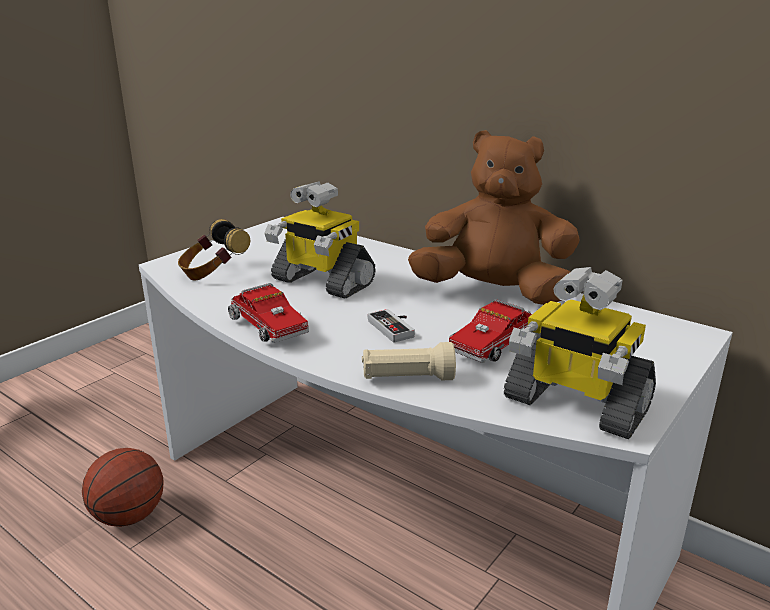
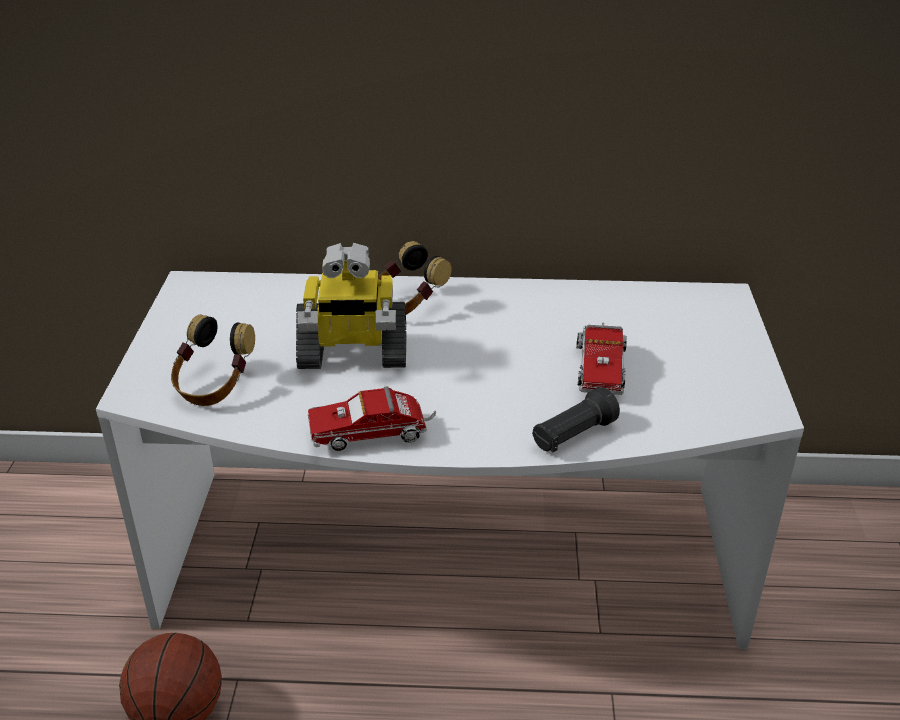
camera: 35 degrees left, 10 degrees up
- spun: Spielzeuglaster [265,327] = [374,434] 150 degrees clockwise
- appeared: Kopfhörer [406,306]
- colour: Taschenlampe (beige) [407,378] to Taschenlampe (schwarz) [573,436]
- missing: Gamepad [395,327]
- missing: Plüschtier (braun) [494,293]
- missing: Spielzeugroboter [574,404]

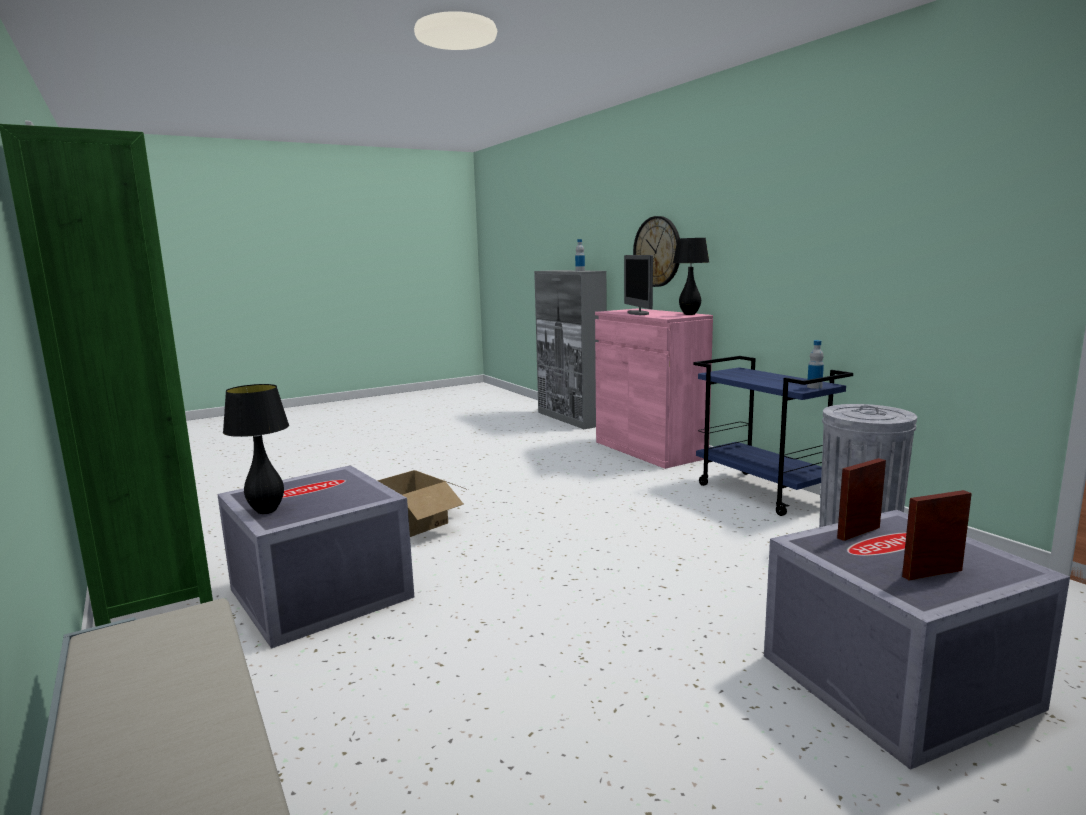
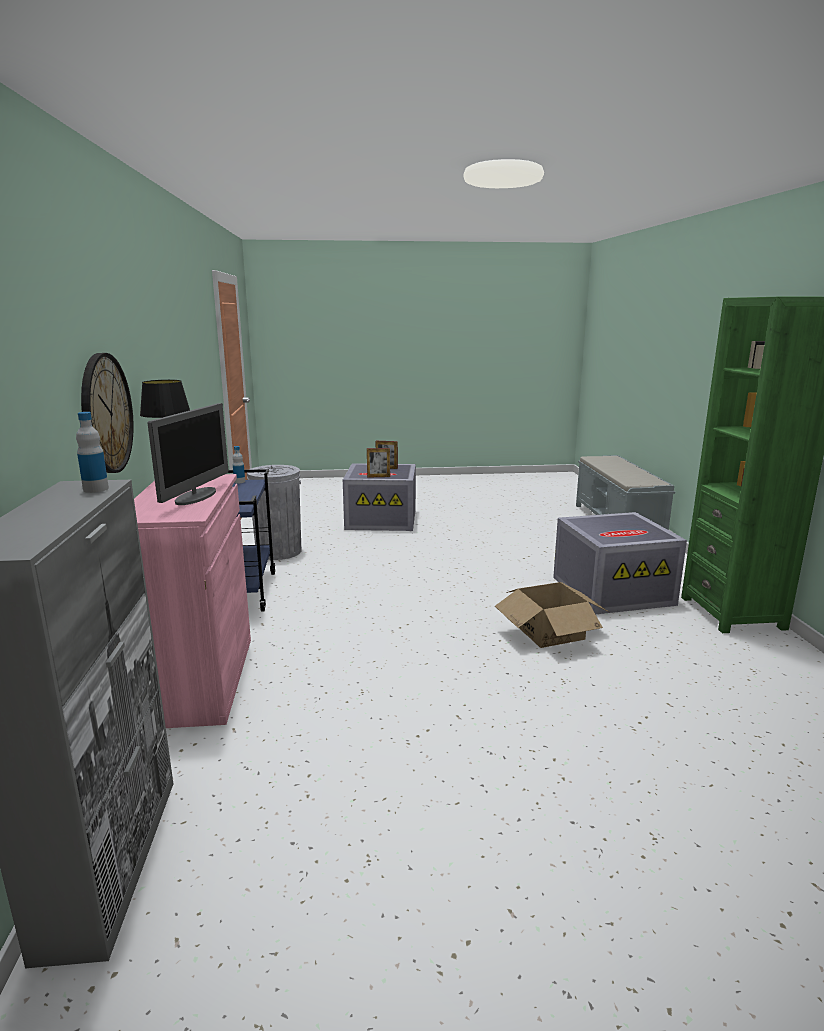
camera: 155 degrees left, 5 degrees up
- missing: Tischlampe (schwarz) [266,511]

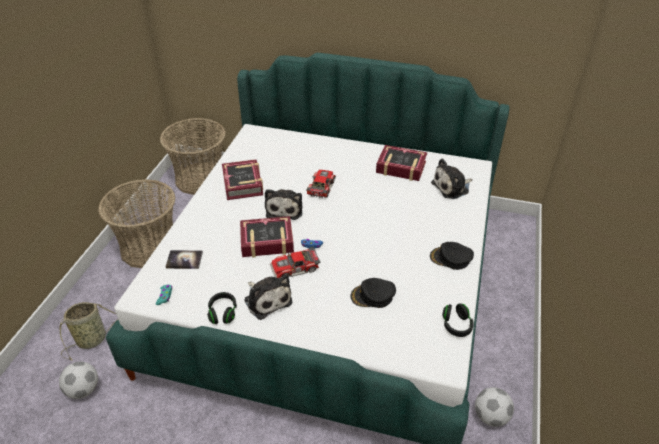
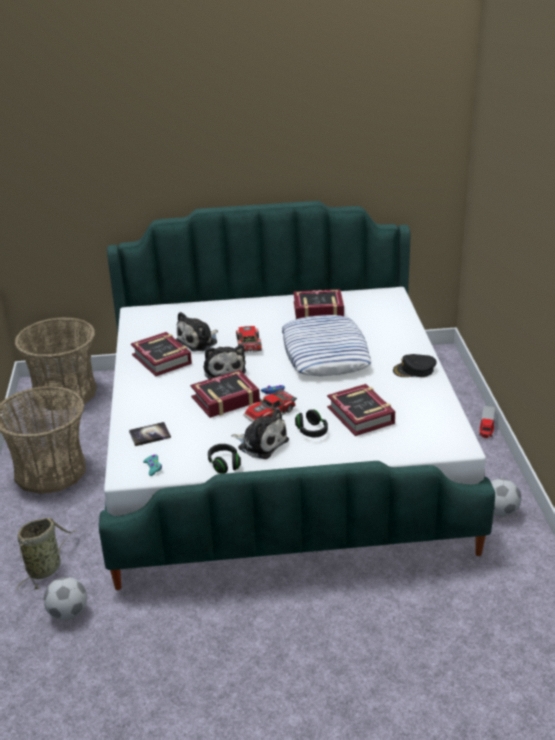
camera: 20 degrees left, 10 degrees down
- relocated: Plüschtier [452,187] to [198,341]
- appeared: Kissen [325,353]
- relocated: Kopfhörer (schwarz) [456,325] to [311,431]
- exchanged: Kappe (schwarz) [373,296] to Buch [361,415]
- appeared: Spielzeuglaster [487,428]

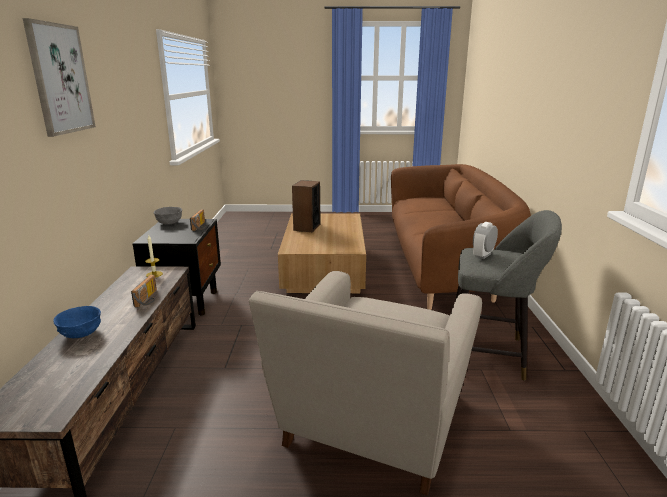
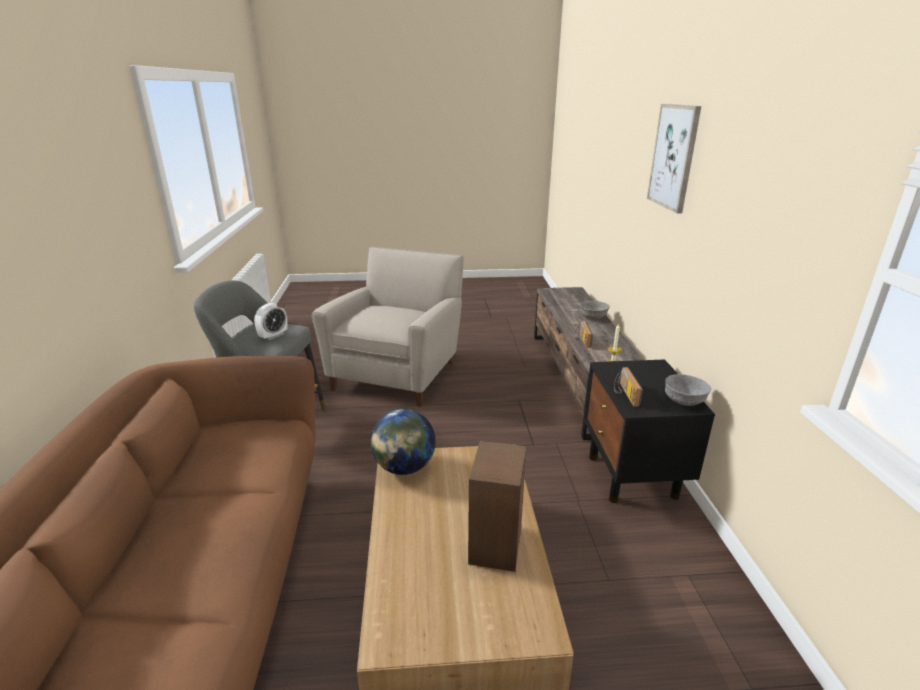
camera: 175 degrees right, 5 degrees up
- appeared: Globus [404,468]
- colour: Schüssel (blau) [81,333] to Schüssel (grau) [592,318]

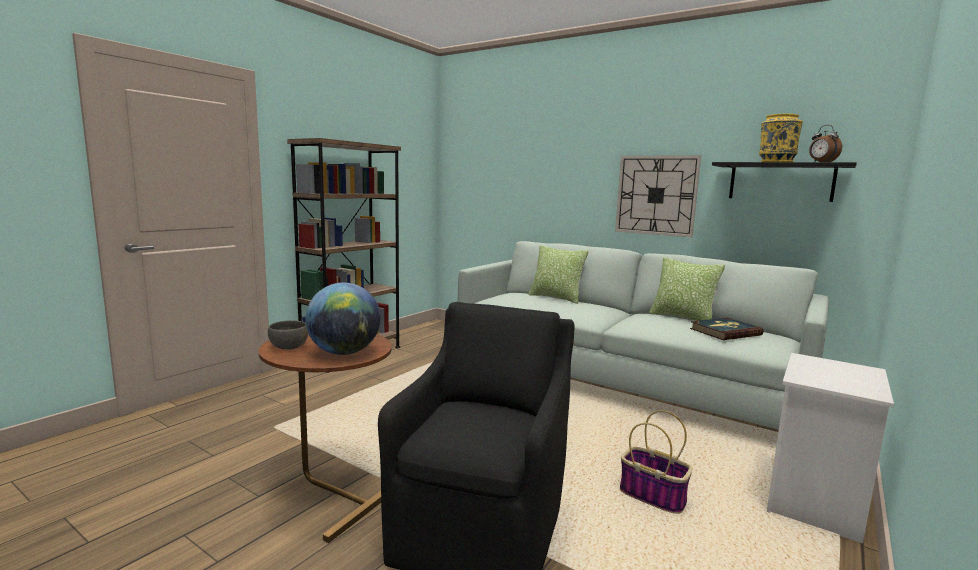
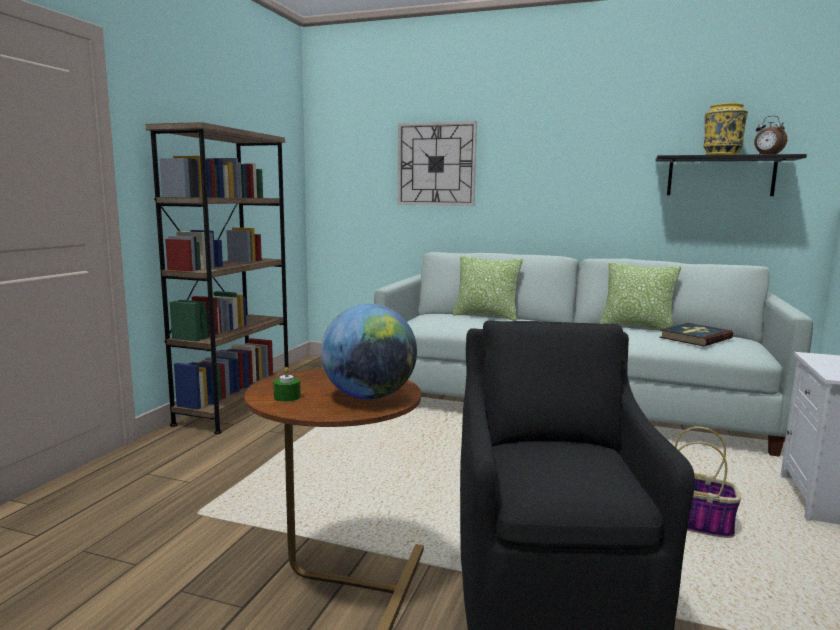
camera: 15 degrees left, 0 degrees up
- exchanged: Schüssel (grau) [289,347] to Kerze (grün) [287,397]
- relocated: Wanduhr [656,195] to [436,164]

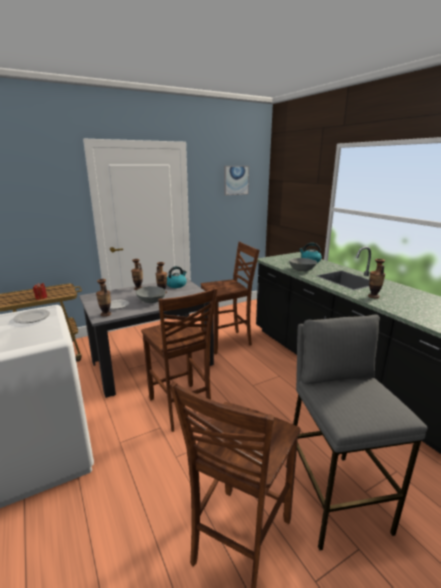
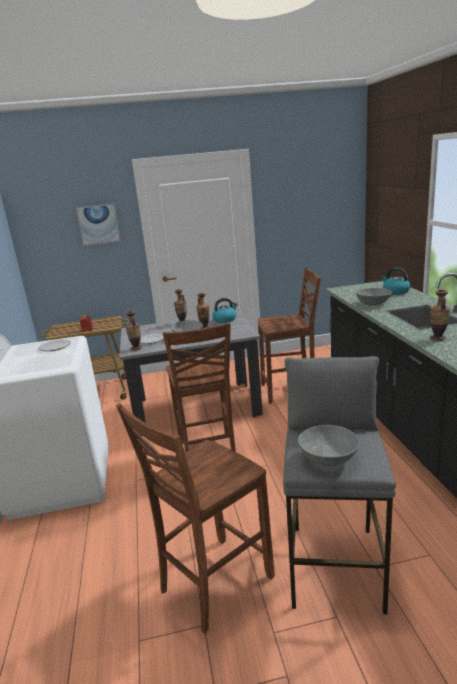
camera: 20 degrees right, 0 degrees up
- relocated: Bild [236,180] to [98,224]
- appeared: Schüssel (grau) [329,458]

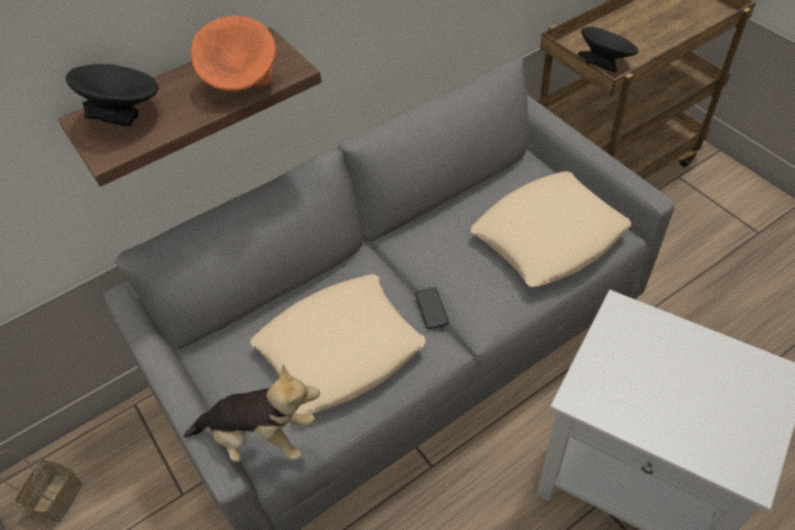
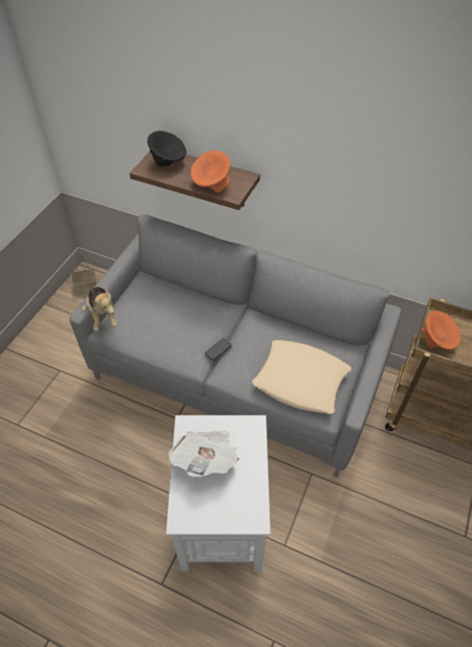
camera: 55 degrees right, 0 degrees up
- appeared: Zeitung [207,459]
- colour: Schüssel (schwarz) [603,65] to Schüssel (orange) [436,342]
- missing: Kissen (beige) [340,350]

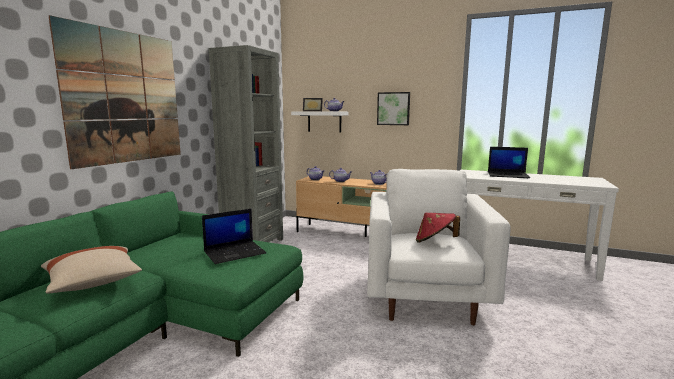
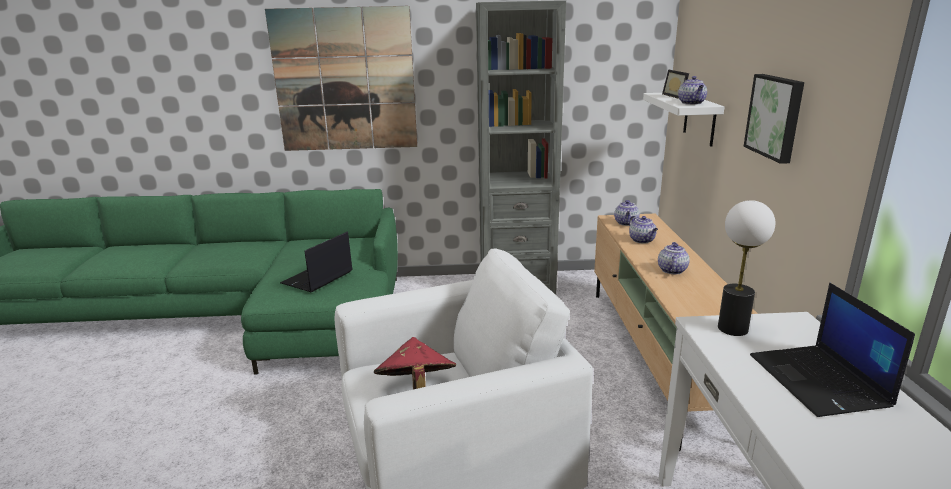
camera: 65 degrees right, 10 degrees up
- spun: Laptop [235,252] = [317,278] 90 degrees clockwise
- appeared: Tischlampe [732,329]
- missing: Kissen (beige) [93,283]

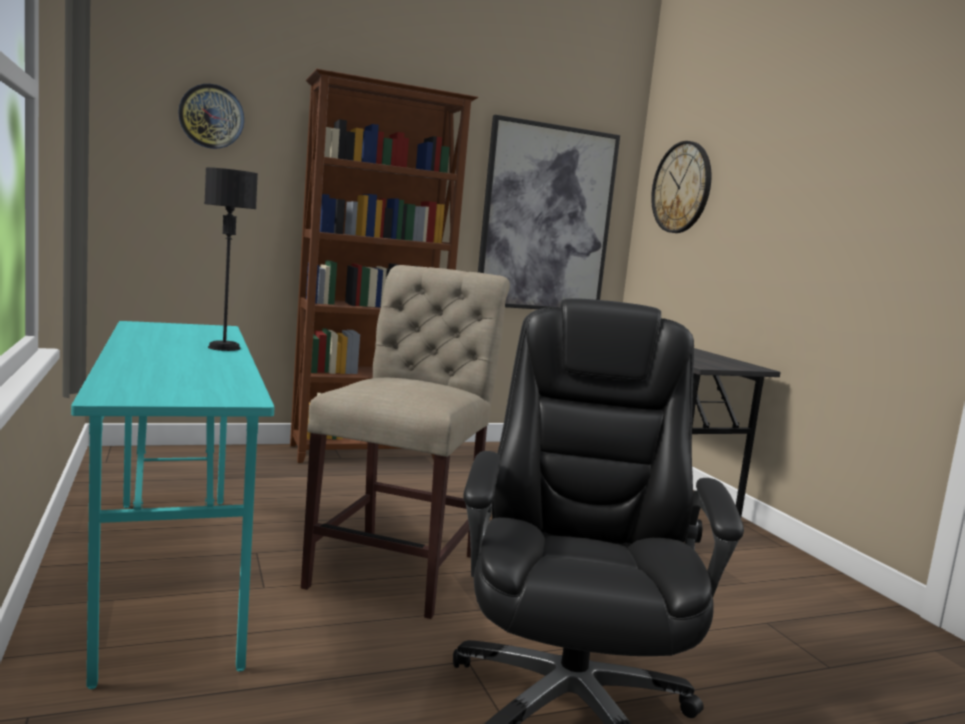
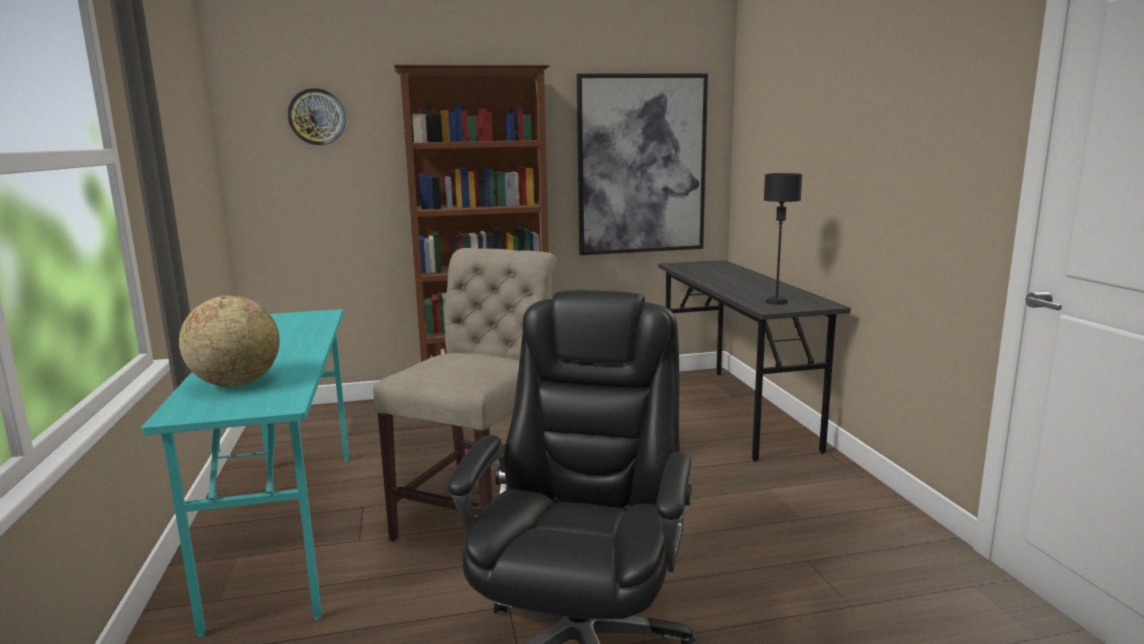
camera: 10 degrees right, 5 degrees up
- appeared: Globus [236,383]
- relocated: Tischlampe (schwarz) [223,348] to [776,302]
- missing: Wanduhr [681,187]

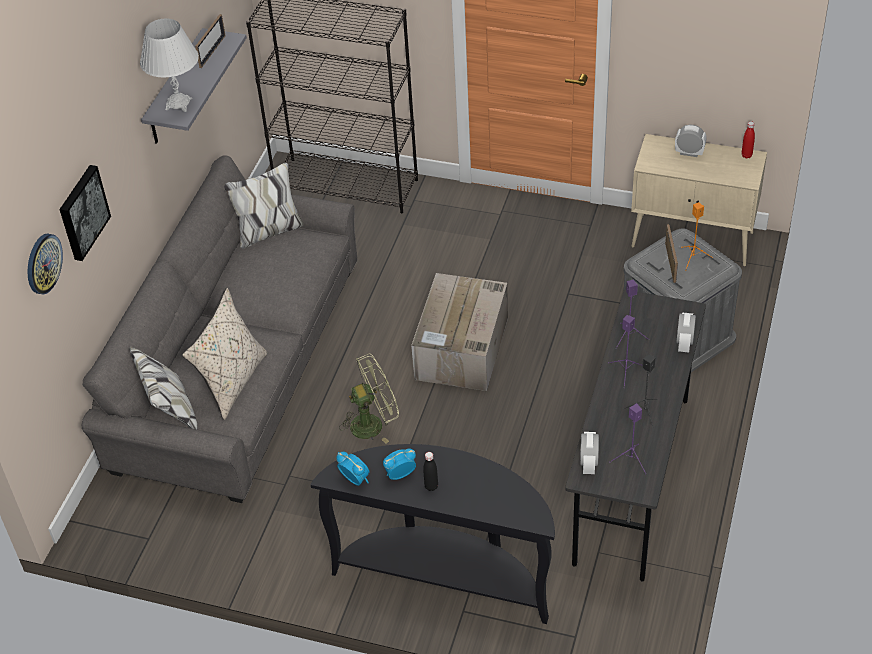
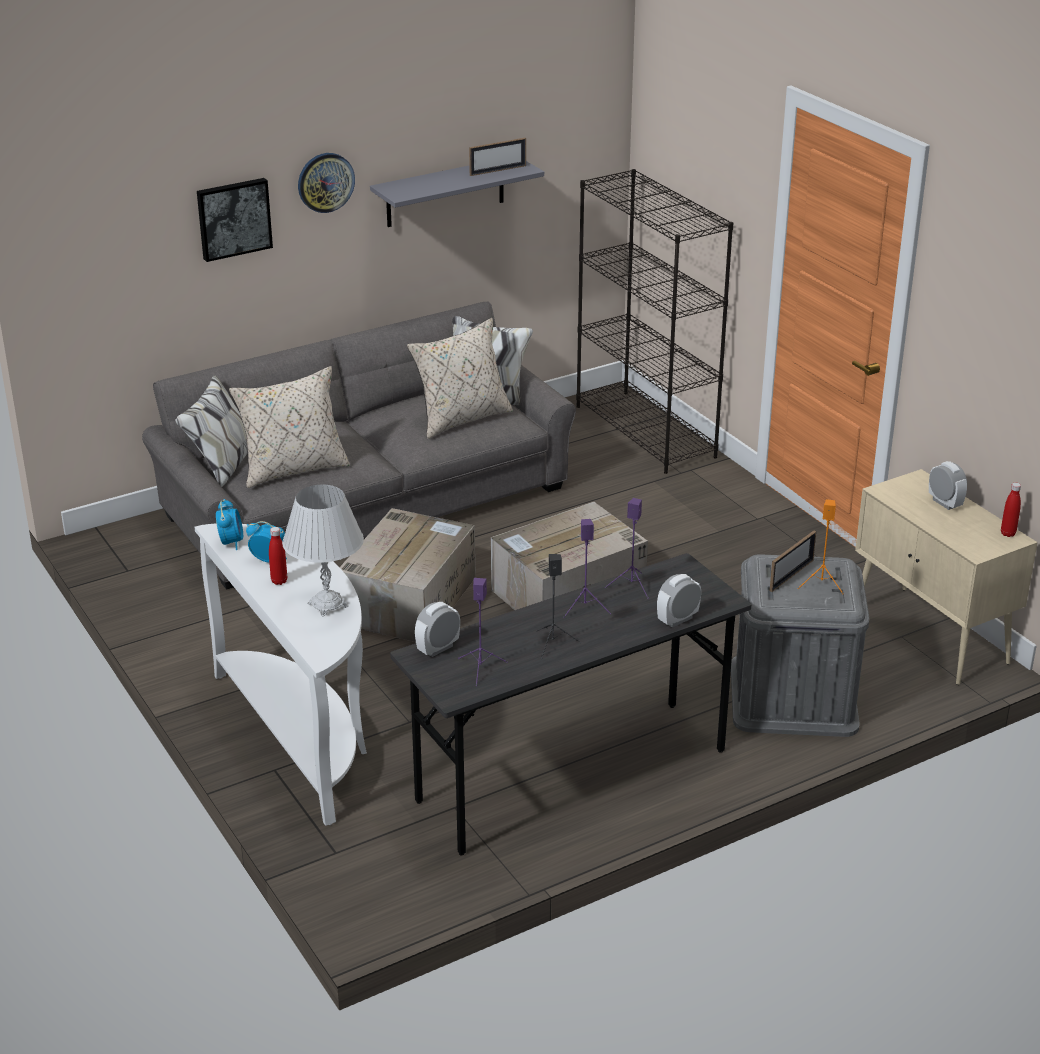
camera: 40 degrees right, 15 degrees down
- colour: Konsolentisch (schwarz) [446,574] to Konsolentisch (weiß) [302,736]
- colour: Flasche (schwarz) [431,486] to Flasche (rot) [279,581]
- relocated: Tischlampe (weiß) [179,104] to [327,605]
- relocated: Wanduhr [43,263] to [325,182]
- exchanged: Ventilator (grün) [373,423] to Karton [409,599]
- appeared: Kissen (beige) [461,419]

